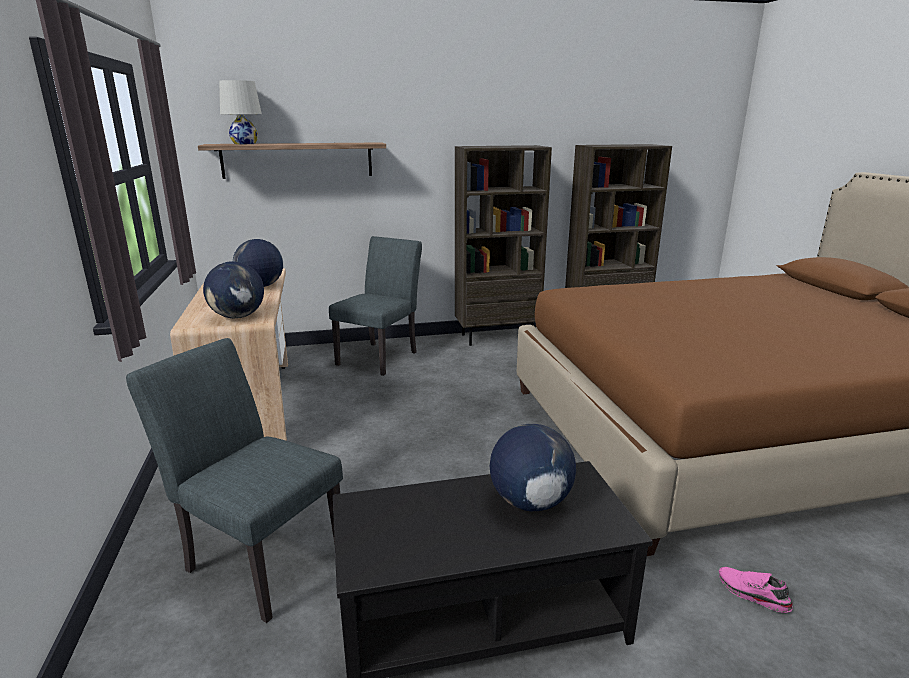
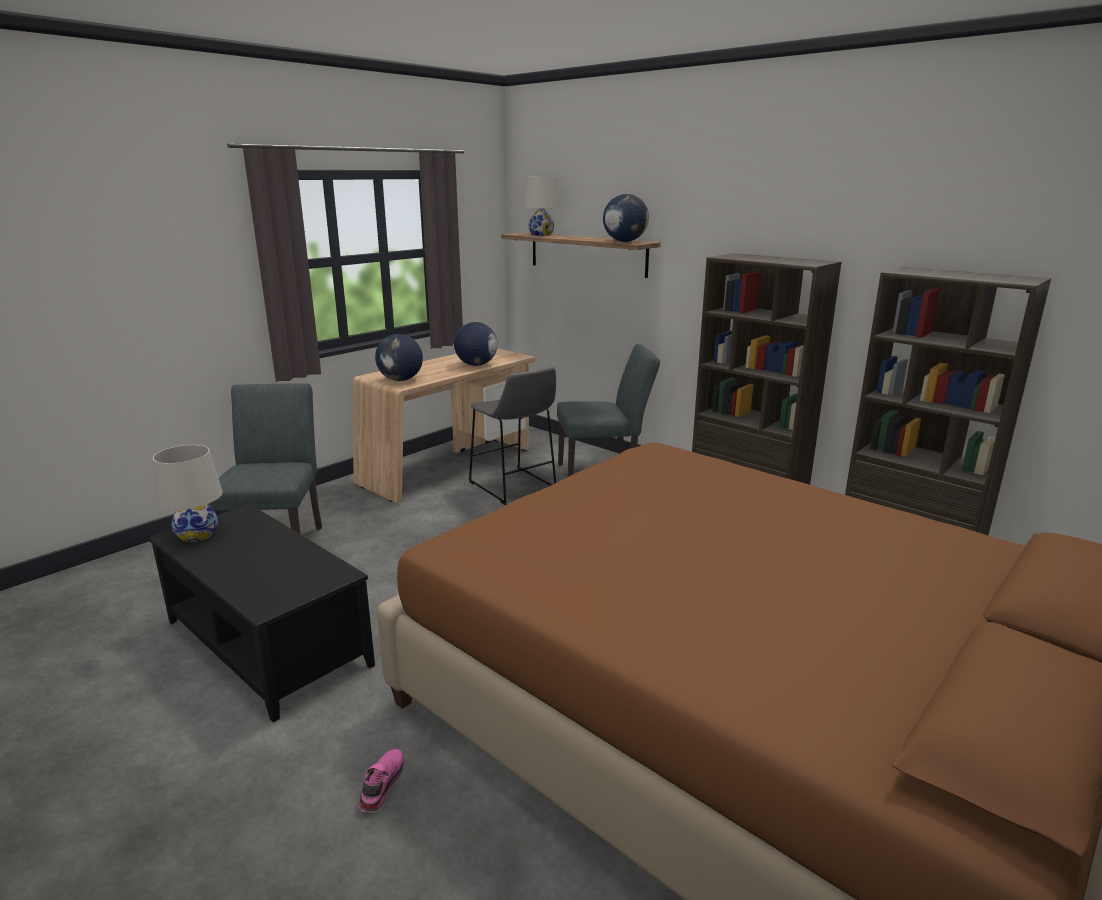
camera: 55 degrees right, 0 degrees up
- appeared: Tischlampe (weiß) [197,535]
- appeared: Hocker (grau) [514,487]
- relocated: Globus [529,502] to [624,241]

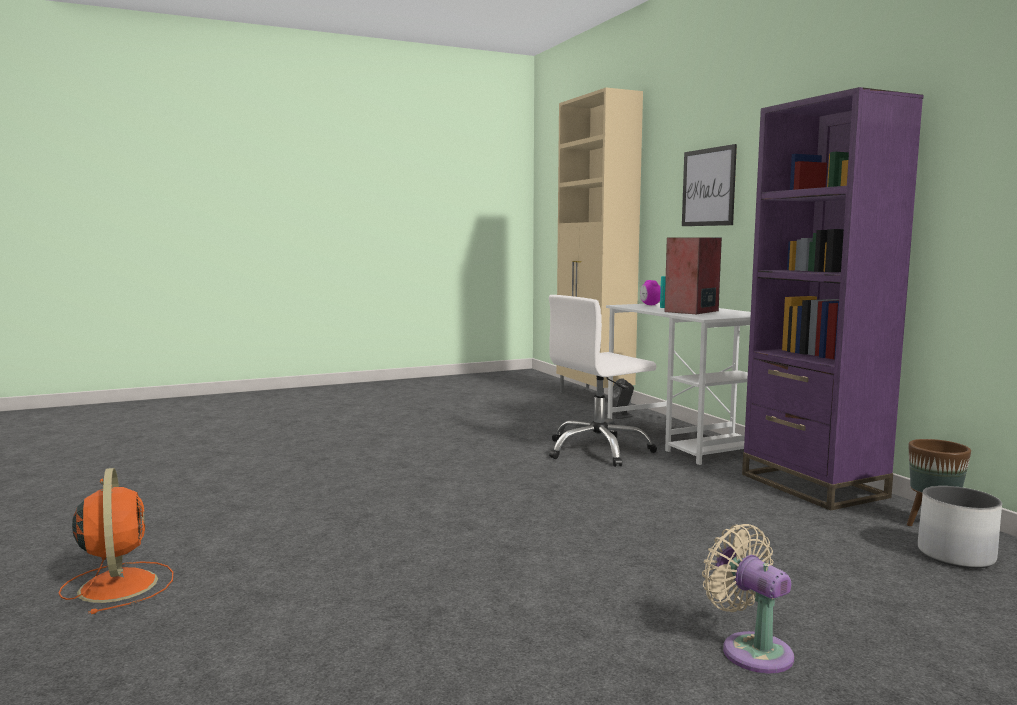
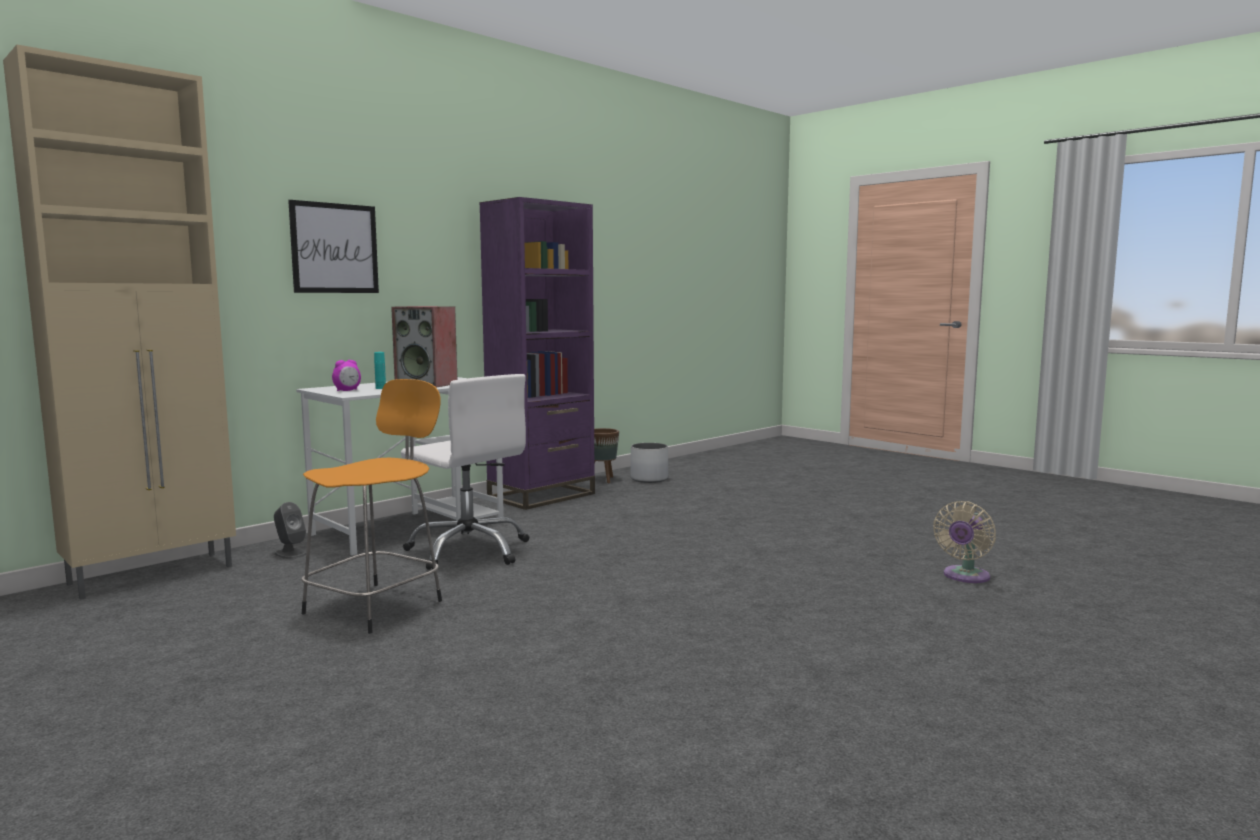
camera: 110 degrees left, 0 degrees up
- appeared: Hocker (orange) [377,605]
- relocated: Ventilator (beige) [751,650] to [964,577]
- missing: Ventilator (orange) [118,584]

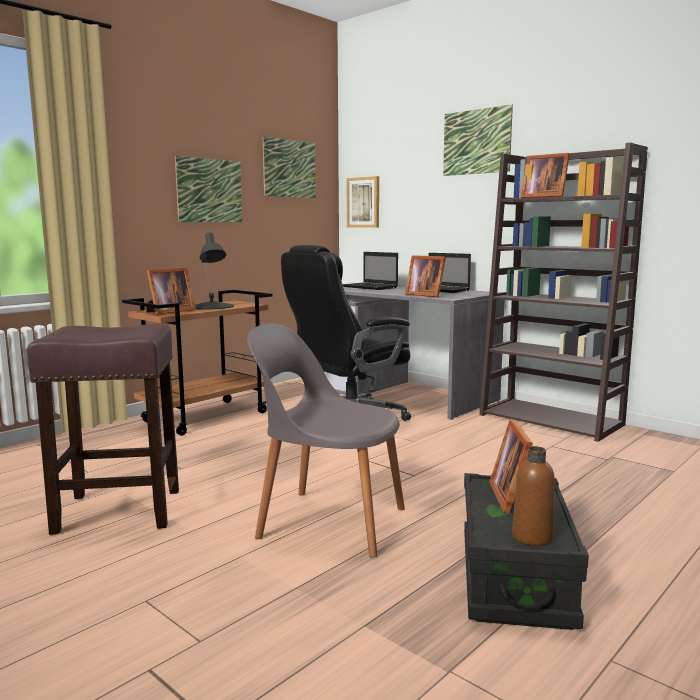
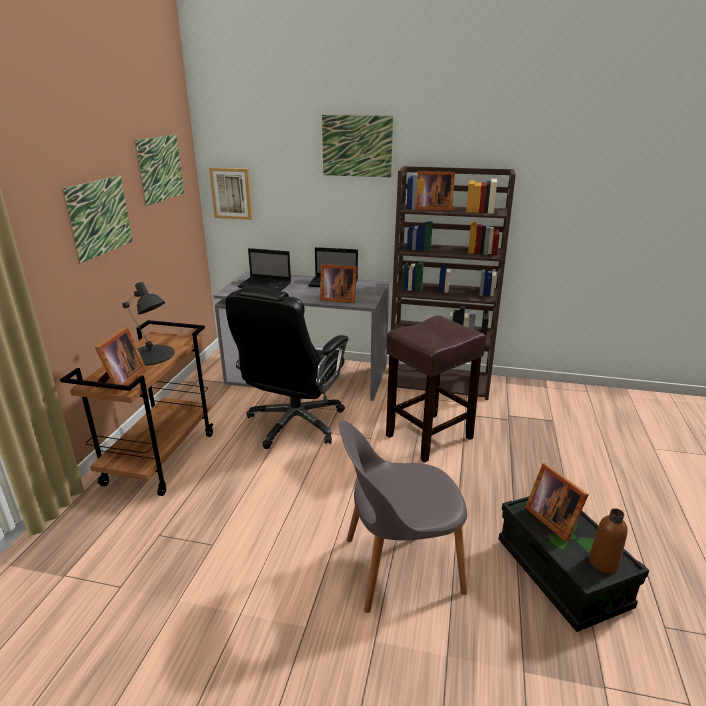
camera: 30 degrees left, 15 degrees up
- relocated: Hocker (braun) [116,511] to [428,437]

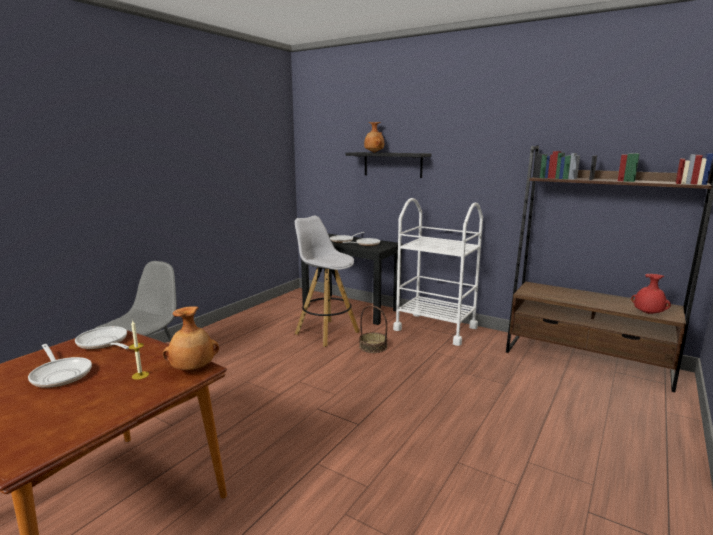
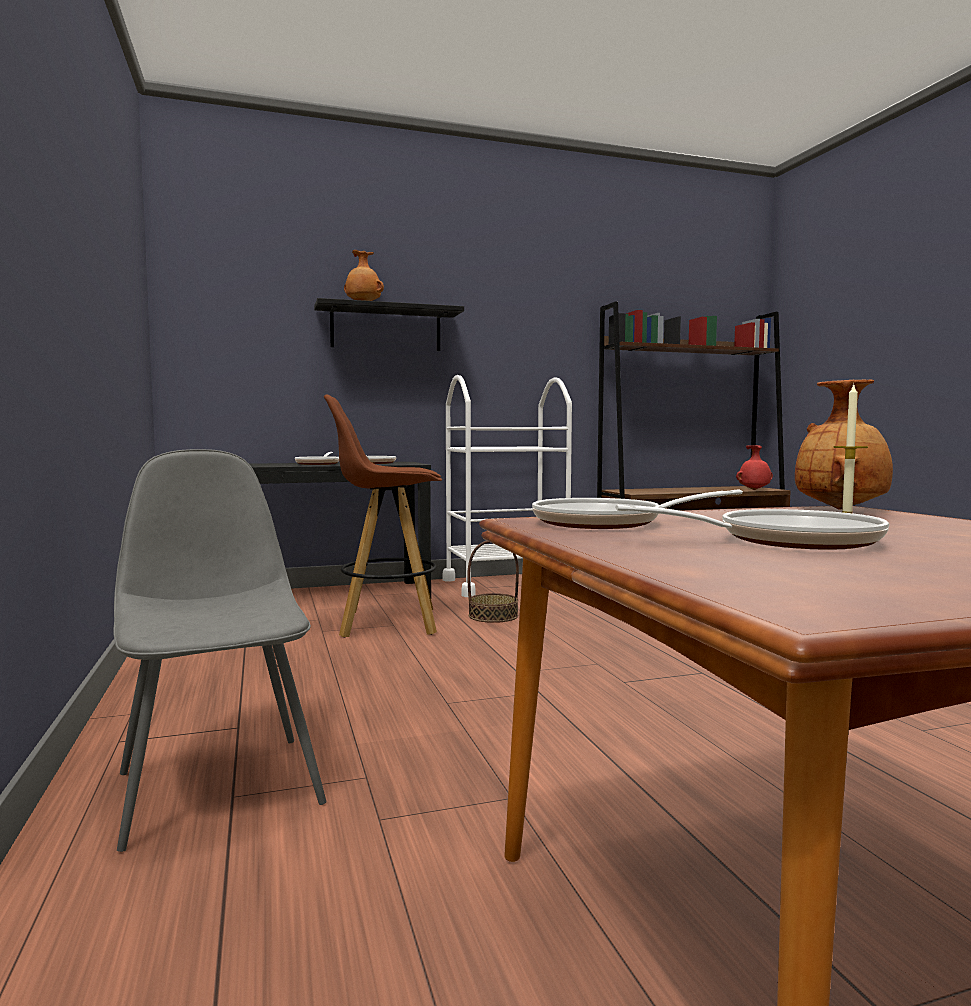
camera: 50 degrees left, 10 degrees down
- colour: Hocker (weiß) [326,332] to Hocker (braun) [386,623]

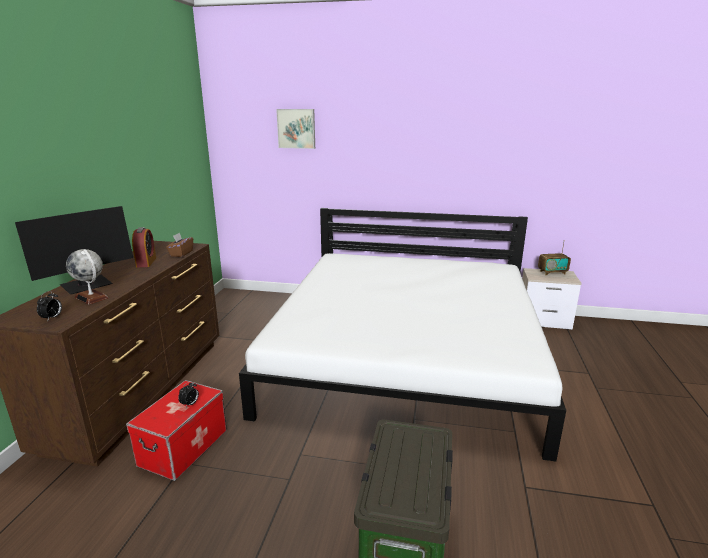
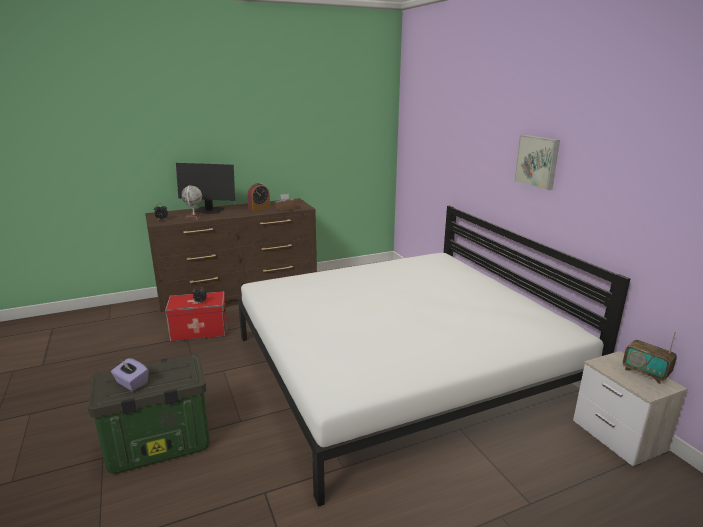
camera: 55 degrees right, 0 degrees up
- appeared: Taschentuchbox (lila) [131,383]
- relocated: Bild [296,128] to [537,161]

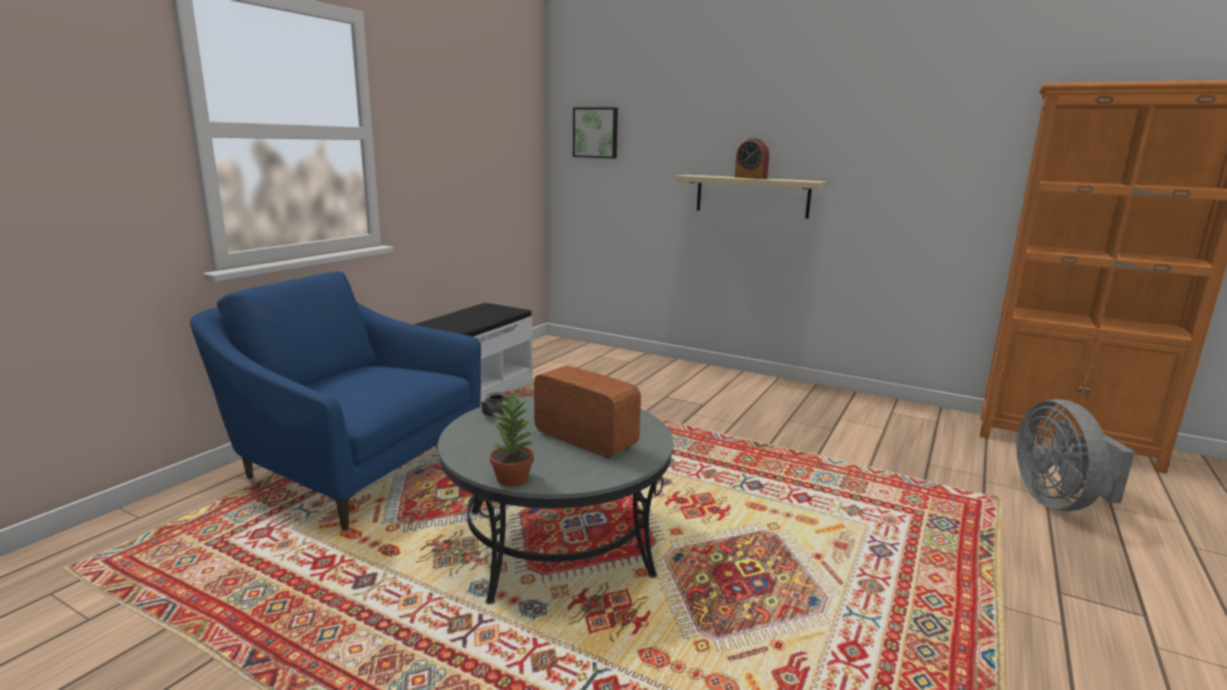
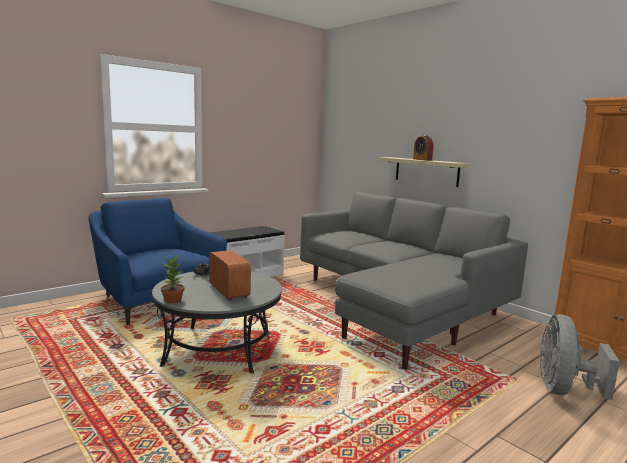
camera: 20 degrees right, 5 degrees down
- appeared: Sofa (grau) [397,304]
- missing: Bild [596,133]

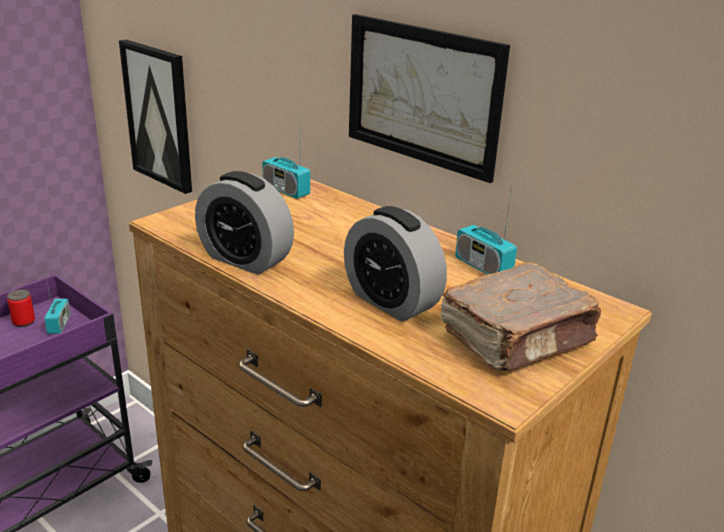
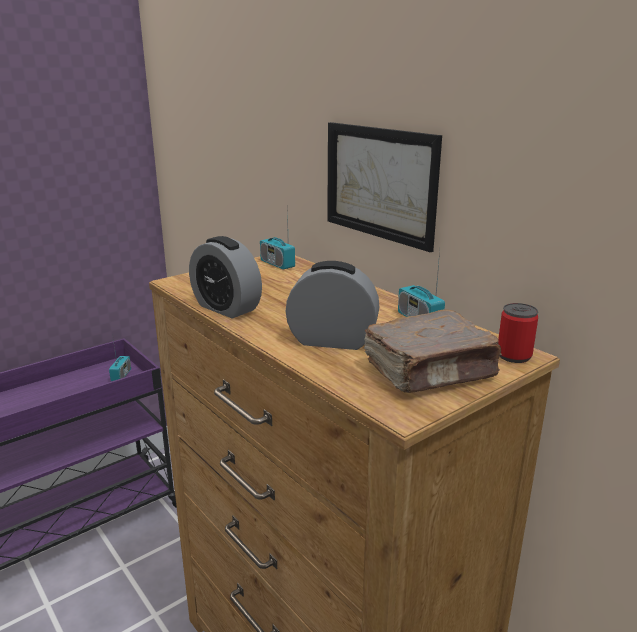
camera: 10 degrees right, 5 degrees down
- spun: Wecker [391,301] = [332,341] 135 degrees clockwise
- relocated: Dose [24,322] to [514,356]
- missing: Bild [159,116]

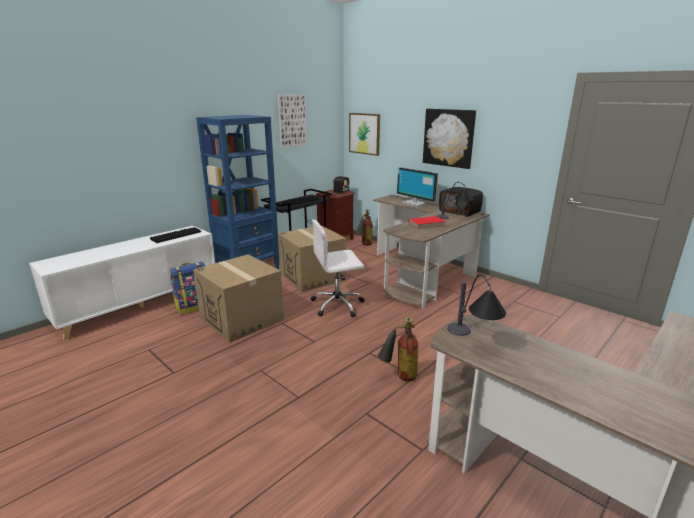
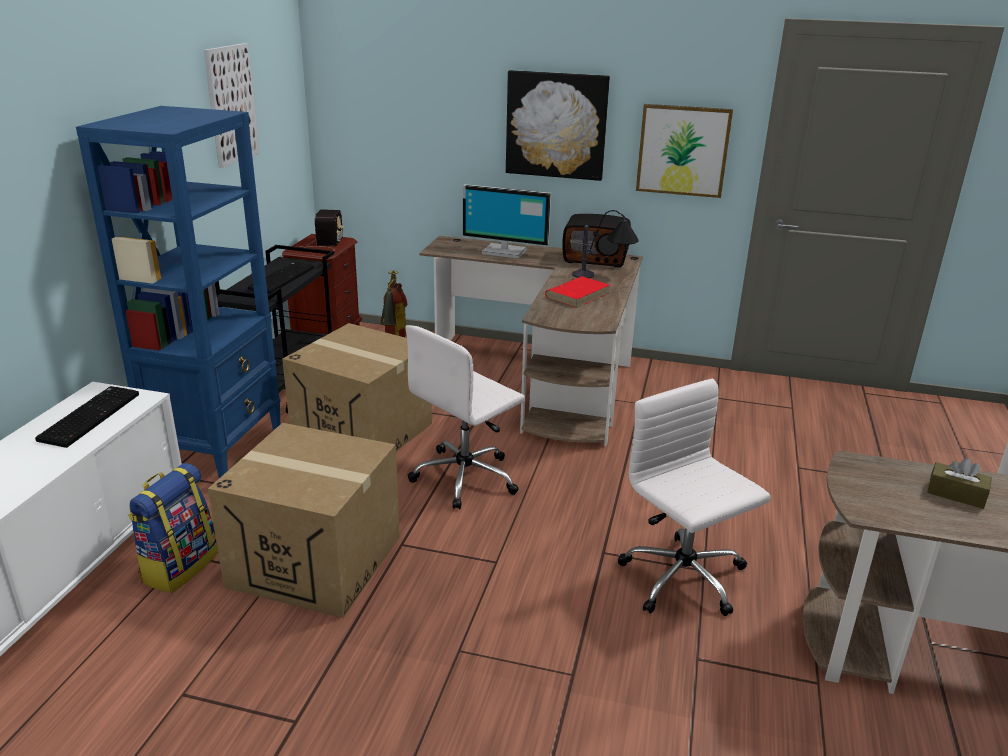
camera: 30 degrees left, 5 degrees up
- exchanged: Feuerlöscher [399,377] to Bürostuhl (weiß) [684,579]
- relocated: Bild [364,133] to [683,150]
- appeared: Taschentuchbox (braun) [956,494]
- missing: Tischlampe [473,341]

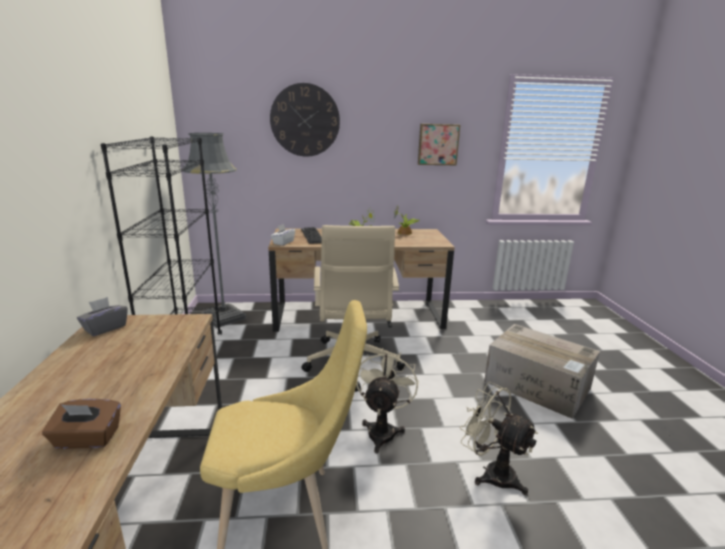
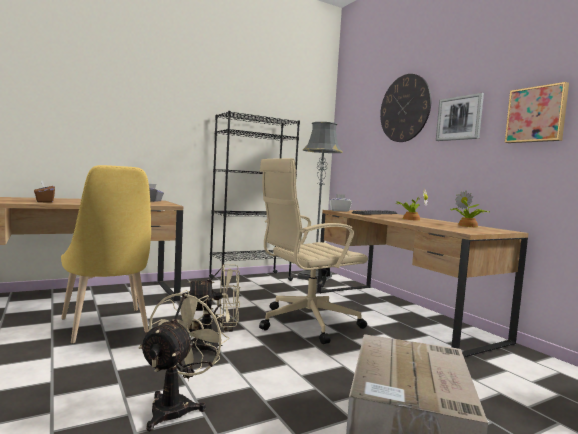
camera: 65 degrees right, 15 degrees down
- appeared: Bild [459,118]

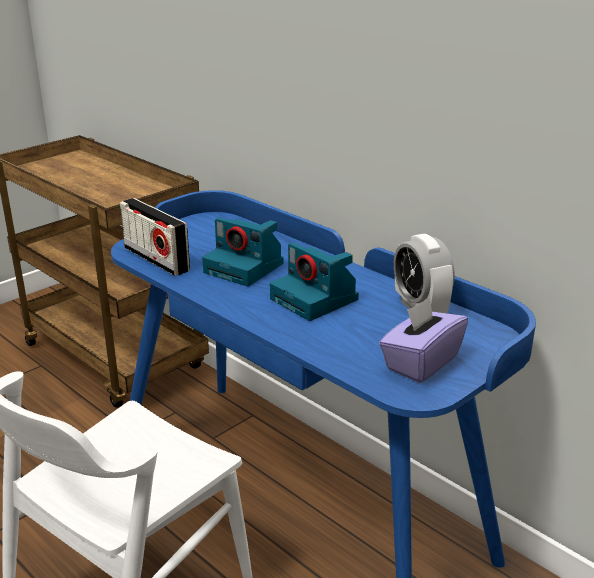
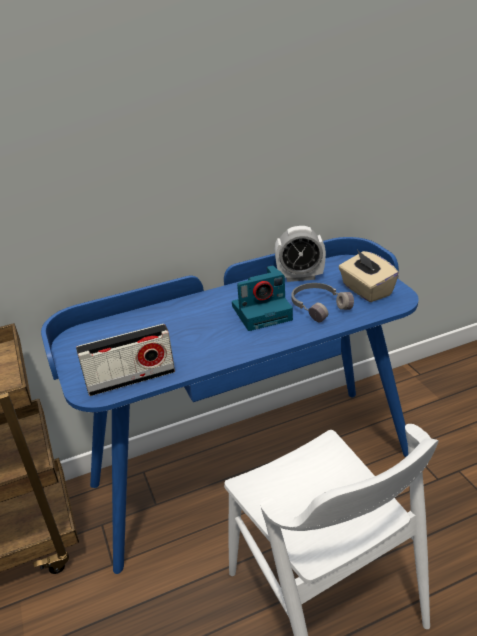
camera: 65 degrees left, 5 degrees up
- appeared: Kopfhörer (grau) [319,306]
- colour: Taschentuchbox (lila) [421,362] to Taschentuchbox (beige) [366,290]
- missing: Kamera [245,268]

